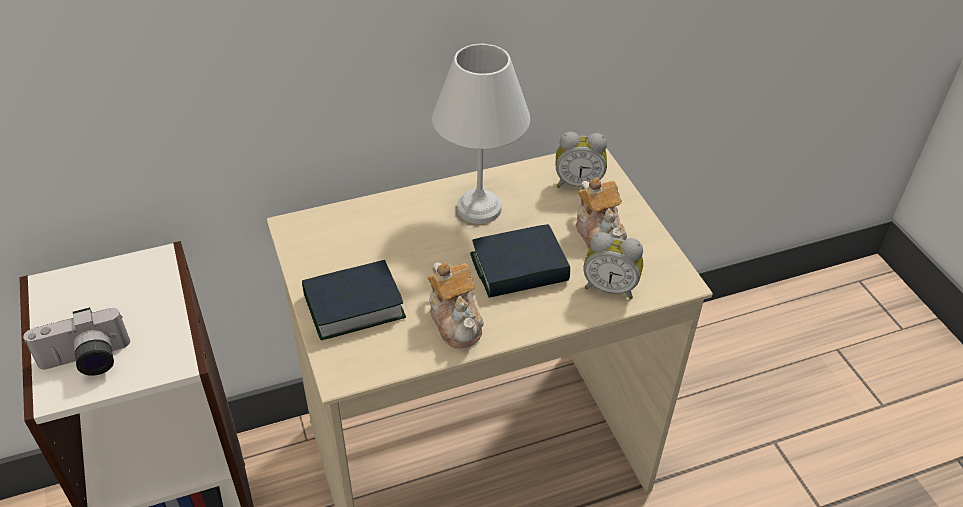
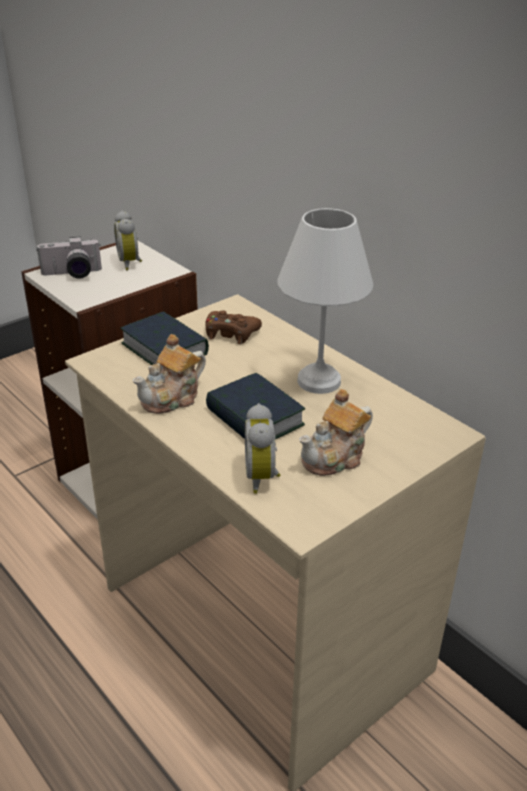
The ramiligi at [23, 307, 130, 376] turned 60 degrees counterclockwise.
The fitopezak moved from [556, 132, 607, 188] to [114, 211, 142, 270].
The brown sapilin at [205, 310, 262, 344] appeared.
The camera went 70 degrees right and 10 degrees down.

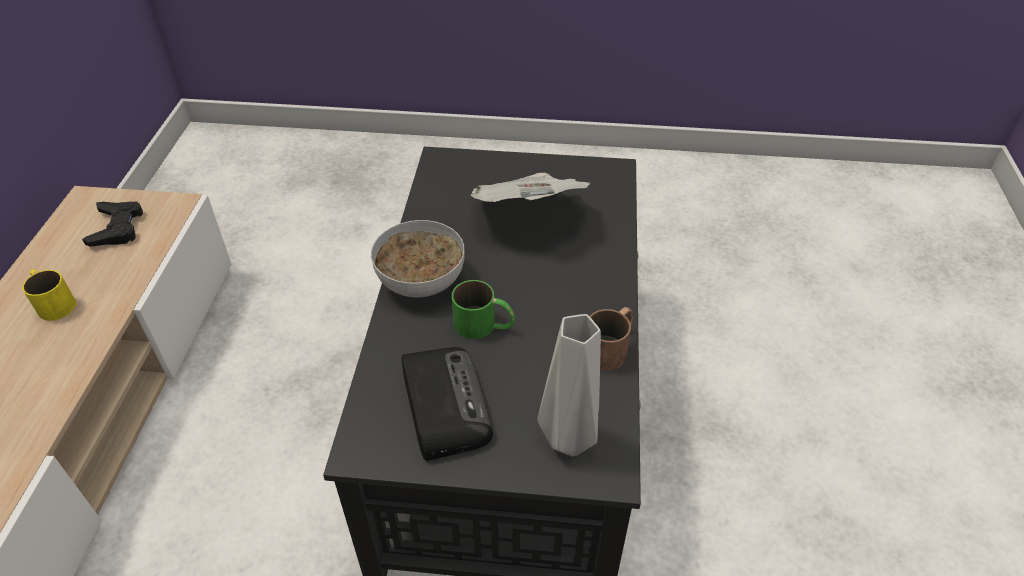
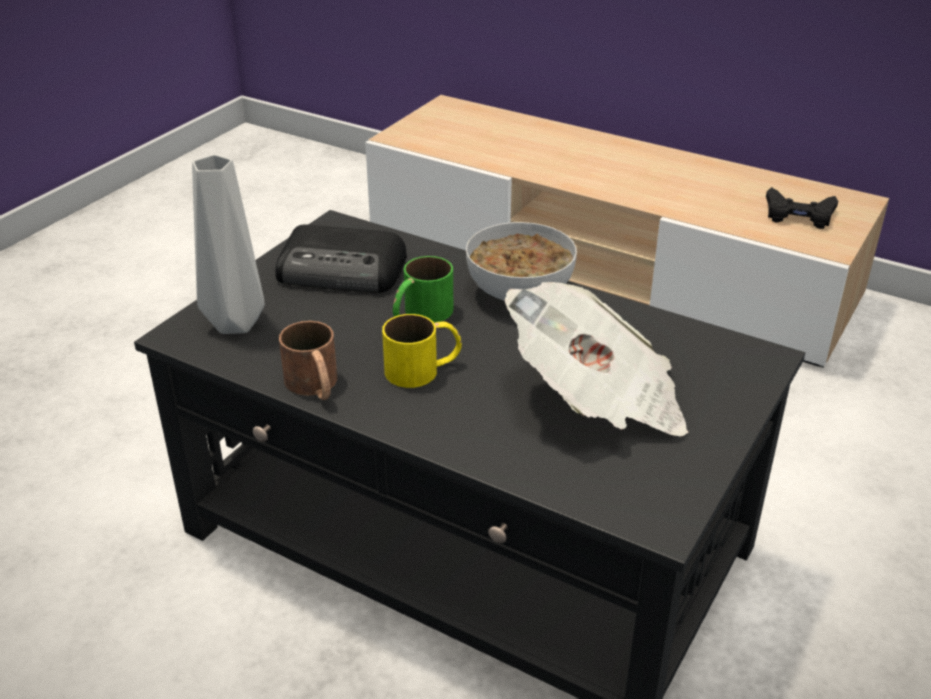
The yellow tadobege moved from [22, 269, 76, 321] to [382, 314, 462, 388].
The camera went 115 degrees right and 10 degrees down.

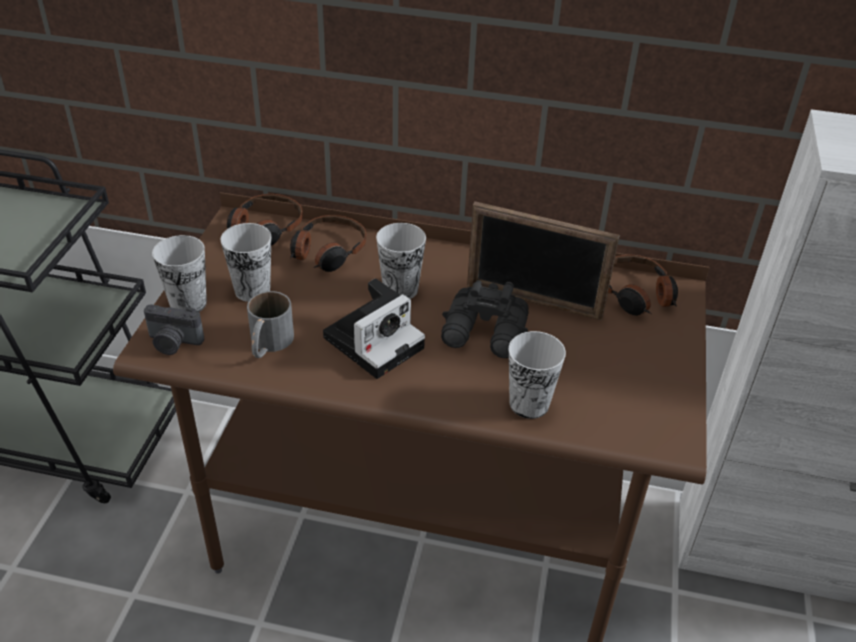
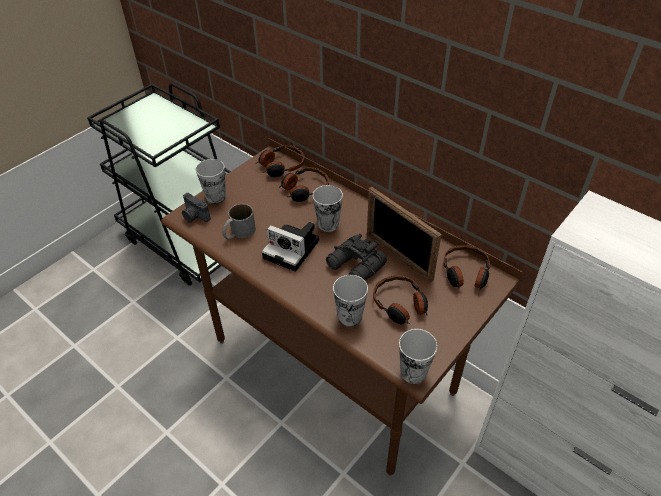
The ramiligi at [323, 278, 425, 379] turned 45 degrees clockwise.
The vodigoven at [373, 275, 428, 325] appeared.
The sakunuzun moved from [221, 223, 271, 302] to [399, 329, 437, 384].
The camera went 30 degrees right and 5 degrees up.

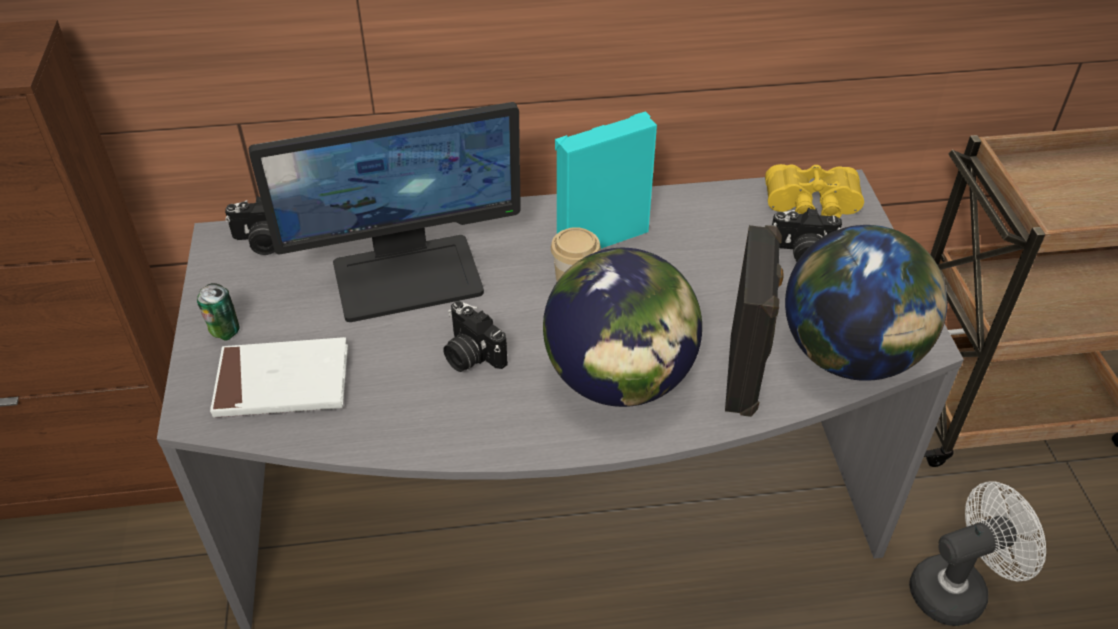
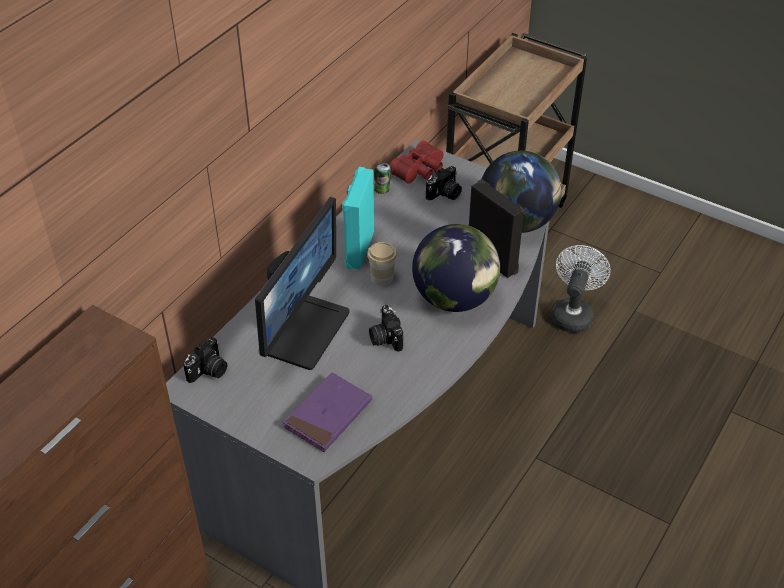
The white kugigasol at [210, 337, 348, 418] became the purple kugigasol at [283, 372, 372, 452].
The ramiligi at [444, 301, 508, 372] turned 75 degrees clockwise.
The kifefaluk moved from [197, 283, 240, 341] to [374, 163, 391, 194].
The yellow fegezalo at [765, 164, 864, 218] became the red fegezalo at [390, 141, 444, 184].
The camera went 50 degrees left and 0 degrees up.

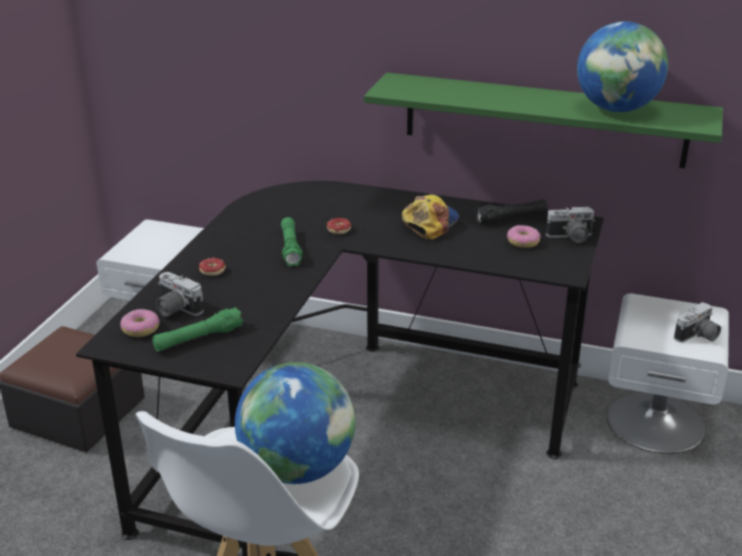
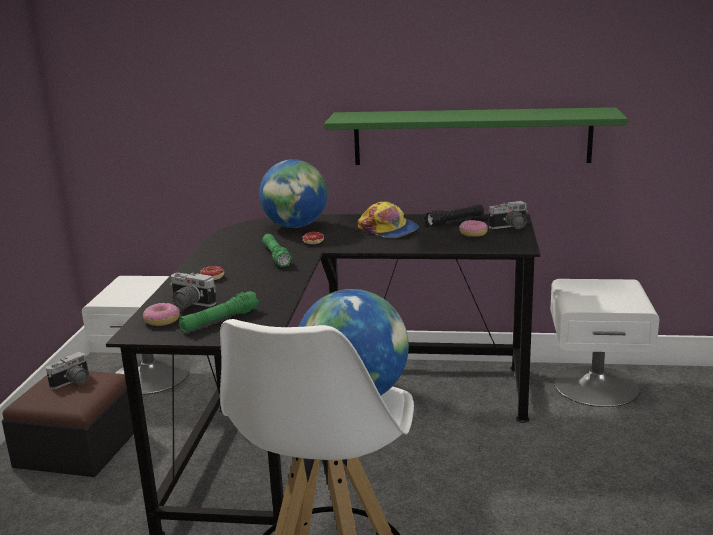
The ramiligi moved from [674, 302, 721, 343] to [46, 352, 89, 389].
The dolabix moved from [577, 21, 668, 112] to [259, 159, 327, 228].
The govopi at [402, 195, 460, 239] turned 120 degrees clockwise.
The camera went 10 degrees left and 10 degrees down.

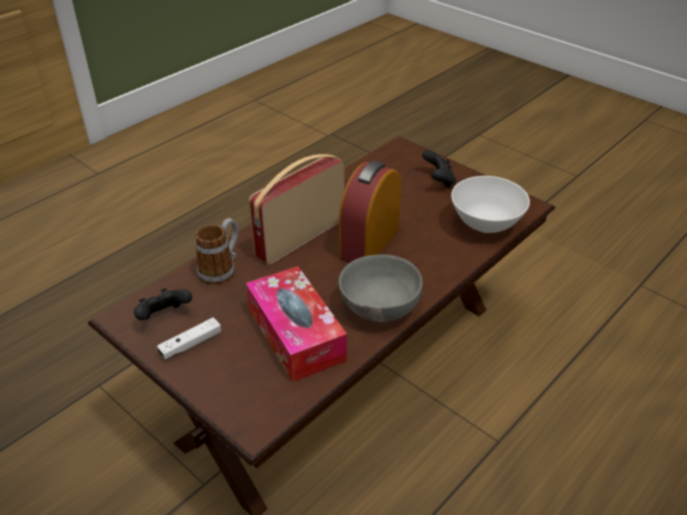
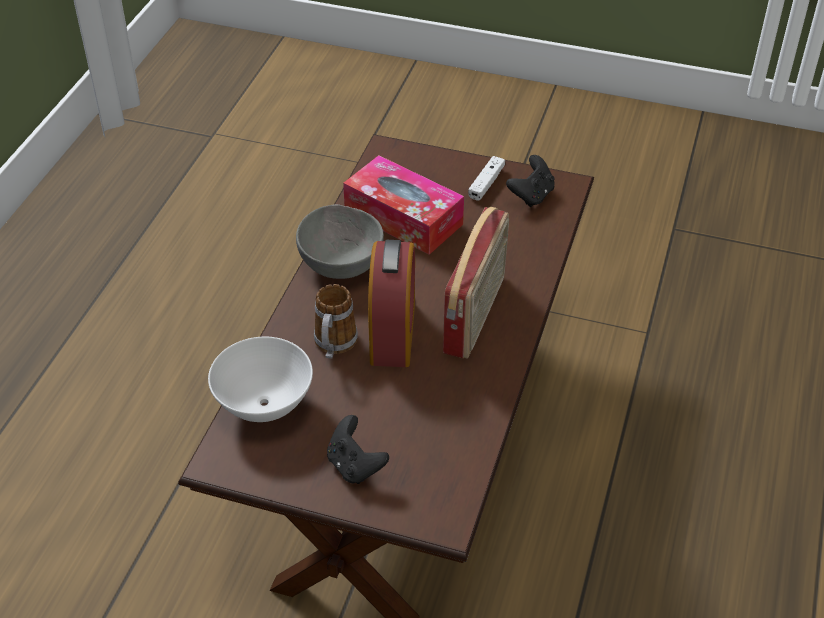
The tadobege moved from [195, 218, 238, 285] to [314, 284, 358, 359].
The camera went 155 degrees right and 5 degrees up.

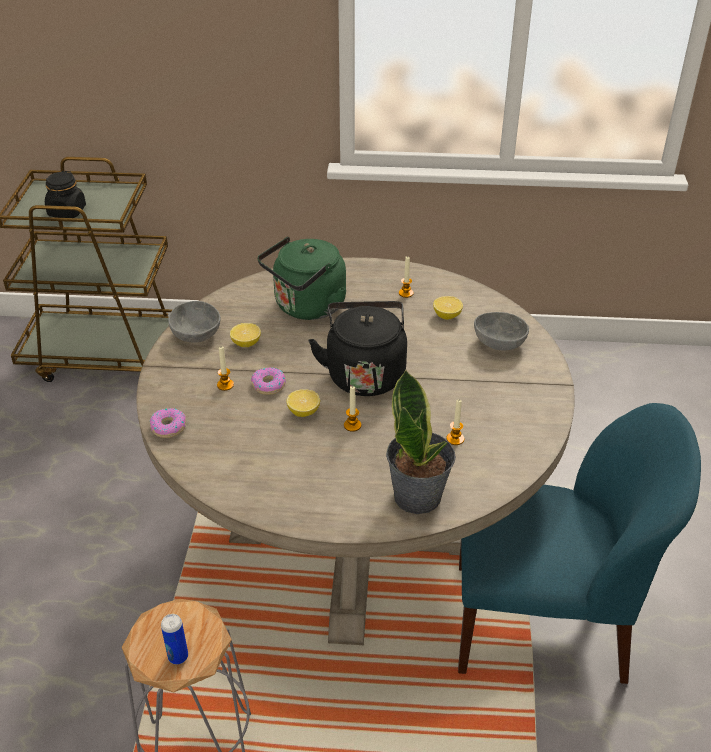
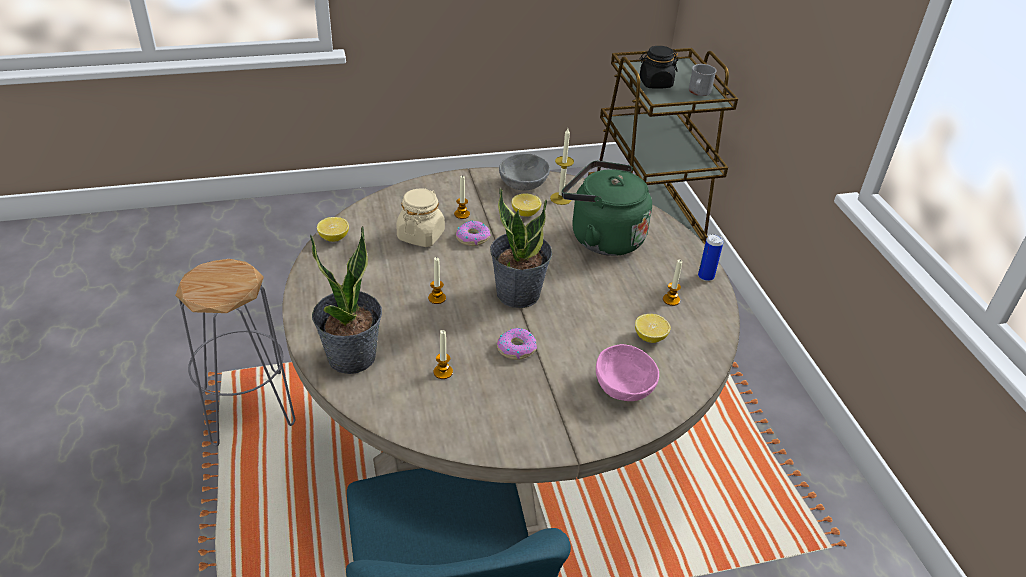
The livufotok moved from [287, 389, 320, 417] to [317, 217, 349, 242].
The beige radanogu at [396, 188, 445, 247] appeared.
The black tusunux at [309, 301, 407, 396] was replaced by the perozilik at [490, 188, 552, 308].
The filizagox moved from [150, 408, 186, 438] to [497, 328, 537, 360].
The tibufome at [550, 128, 574, 205] appeared.
The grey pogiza at [474, 312, 529, 350] became the pink pogiza at [596, 344, 659, 401].
The grey tadobege at [689, 64, 717, 96] appeared.
The kifefaluk moved from [161, 614, 188, 664] to [698, 234, 723, 281].
The camera went 70 degrees right and 0 degrees up.

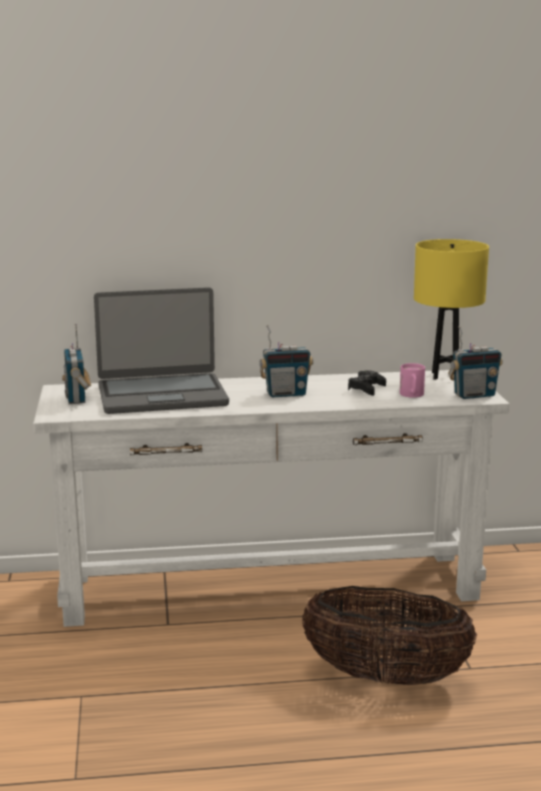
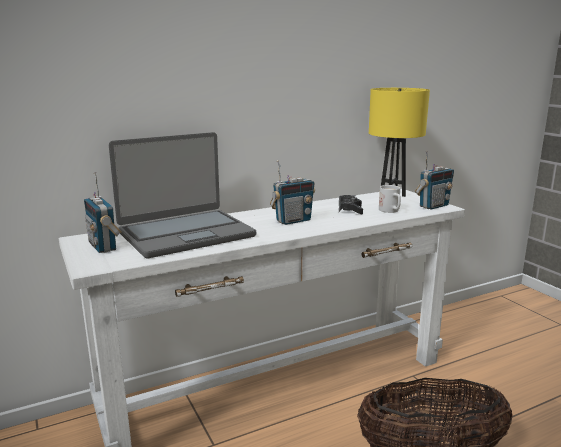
The pink tadobege at [400, 363, 425, 398] became the white tadobege at [379, 185, 401, 213].
The camera went 20 degrees left and 0 degrees up.

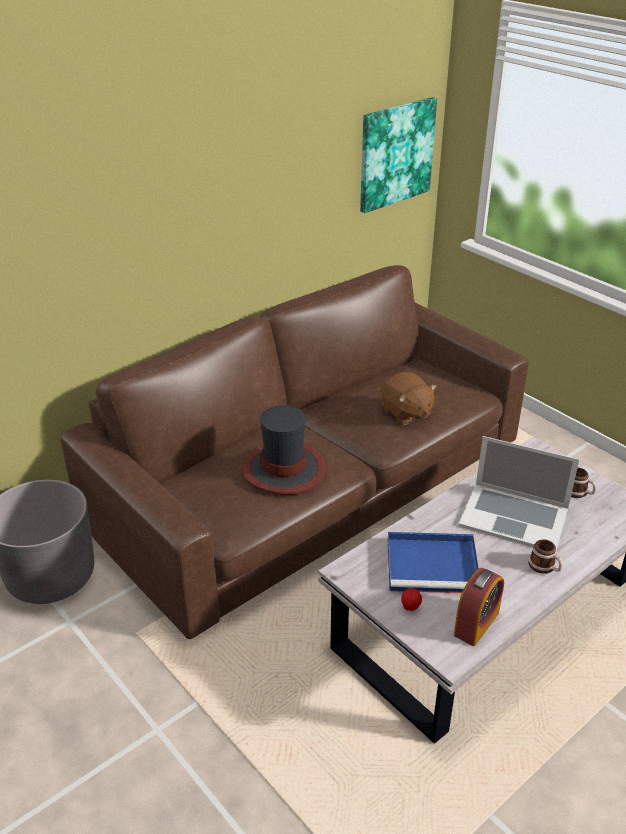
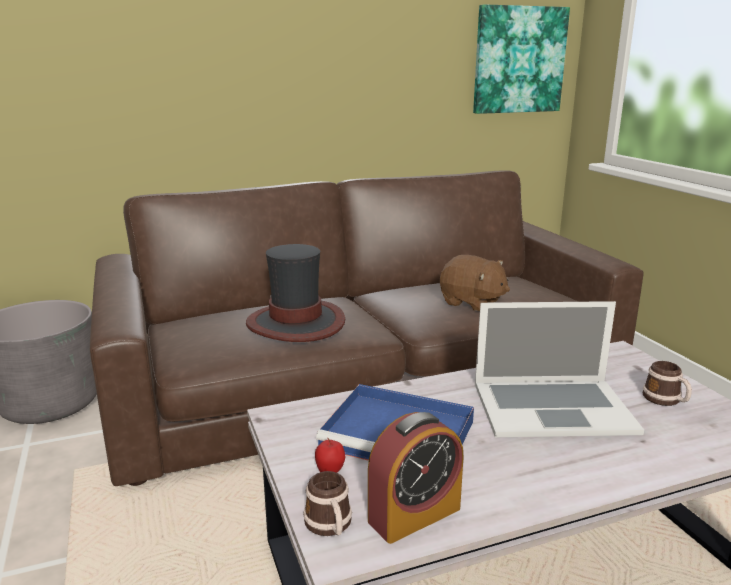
The tadobege moved from [528, 539, 563, 574] to [303, 471, 352, 536].
The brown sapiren at [381, 372, 437, 425] turned 45 degrees counterclockwise.
The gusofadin at [458, 436, 579, 549] turned 45 degrees counterclockwise.
The camera went 20 degrees right and 15 degrees down.

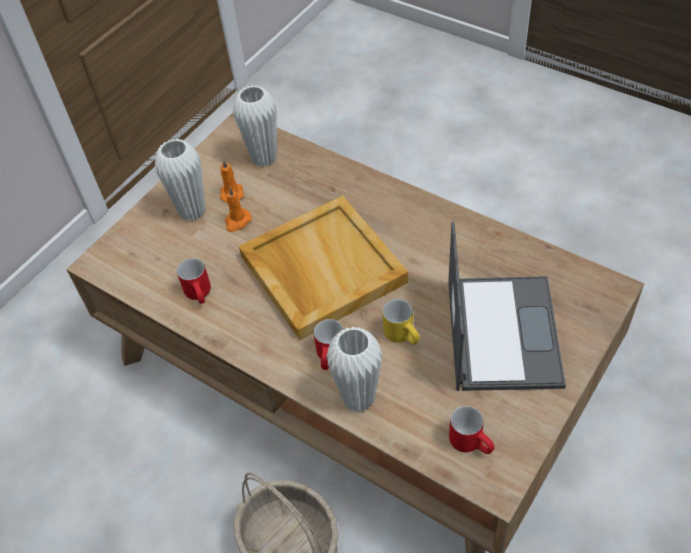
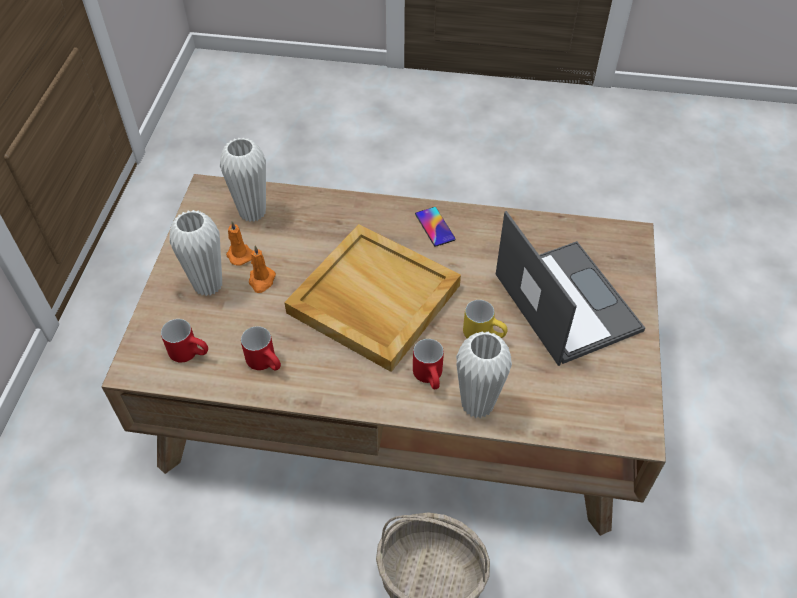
The red tadobege moved from [449, 406, 494, 454] to [161, 319, 208, 362].
The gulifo at [415, 207, 456, 247] appeared.
The camera went 30 degrees left and 0 degrees up.

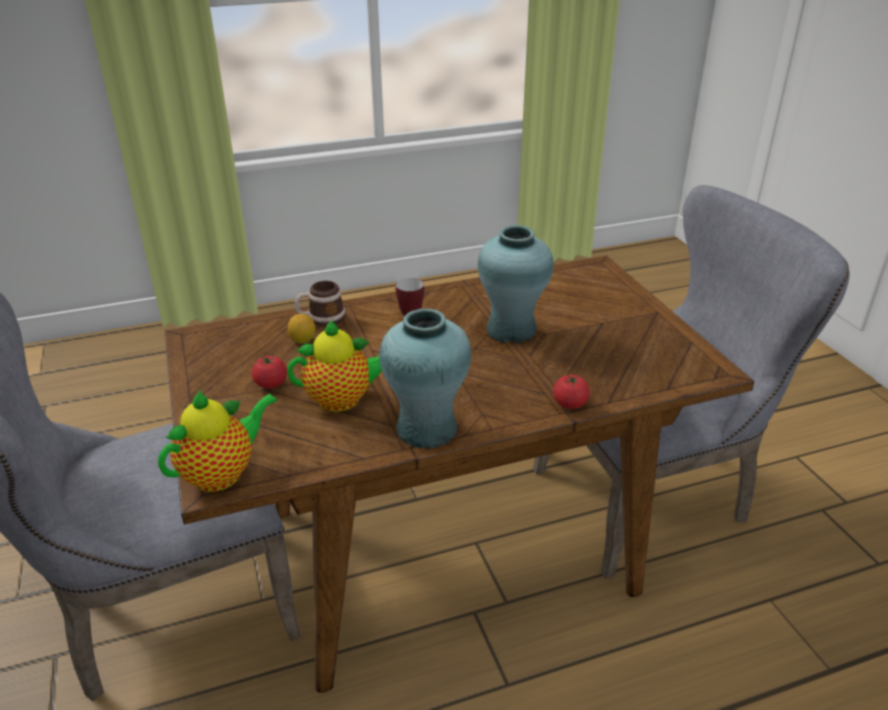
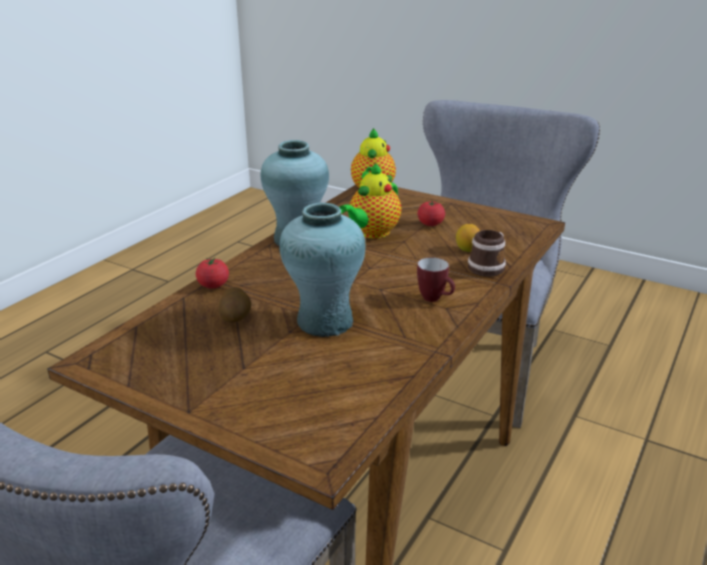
The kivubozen at [219, 287, 251, 323] appeared.
The camera went 140 degrees right and 5 degrees down.

